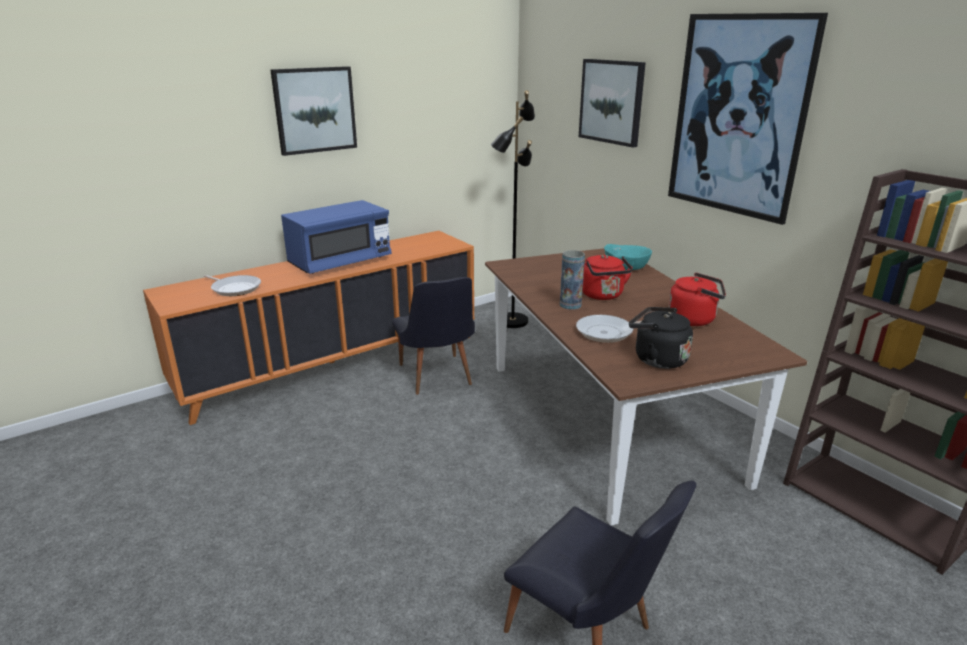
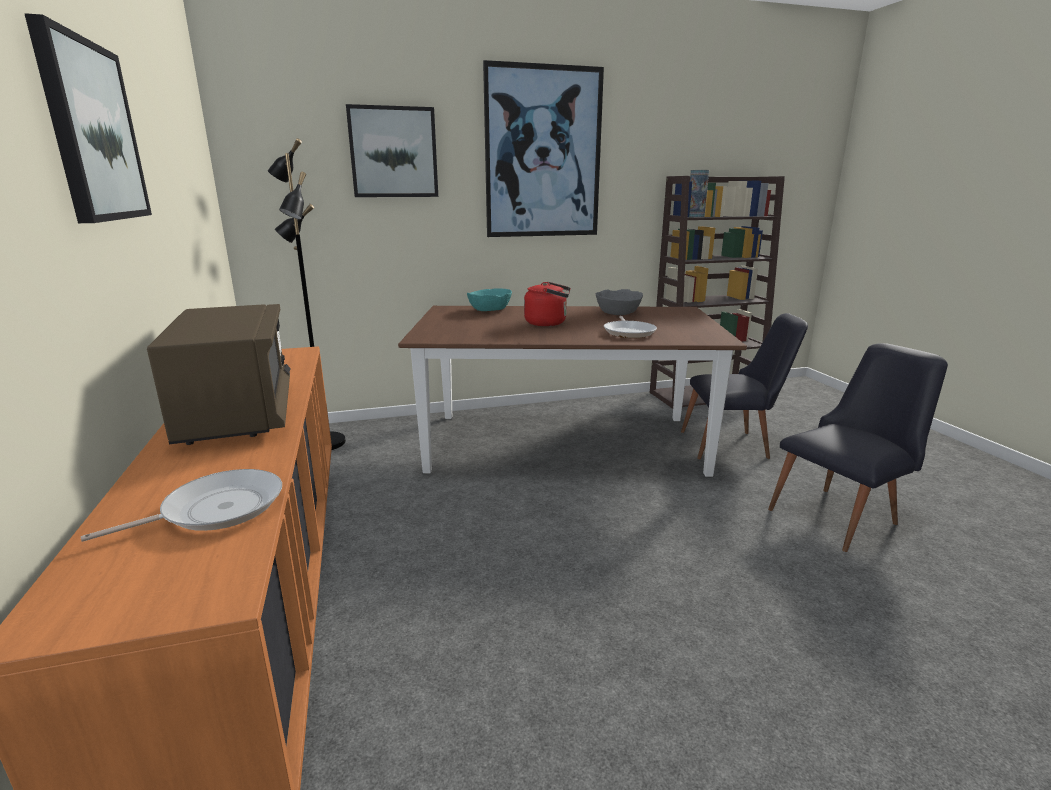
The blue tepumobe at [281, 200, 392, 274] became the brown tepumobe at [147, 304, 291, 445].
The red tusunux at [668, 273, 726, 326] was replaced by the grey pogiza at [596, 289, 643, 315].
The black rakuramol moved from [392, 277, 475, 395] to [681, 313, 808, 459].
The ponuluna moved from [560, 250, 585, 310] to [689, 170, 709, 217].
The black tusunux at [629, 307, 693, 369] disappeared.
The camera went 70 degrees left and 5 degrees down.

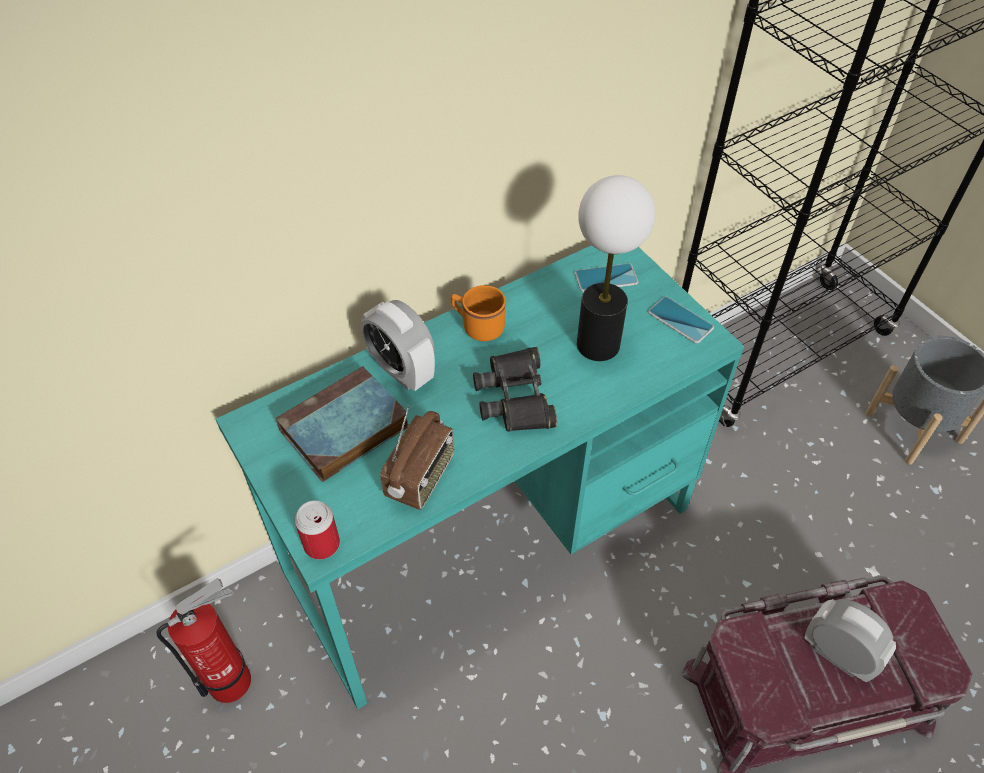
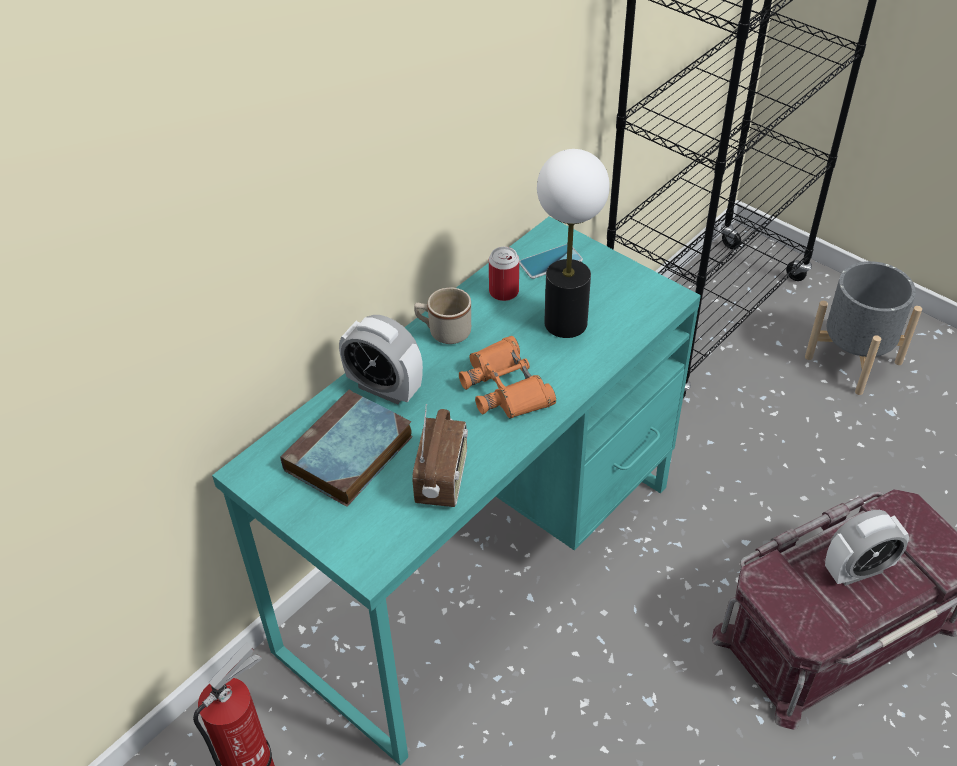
The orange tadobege at [451, 285, 506, 341] became the beige tadobege at [414, 288, 471, 344].
The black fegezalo at [473, 347, 557, 432] became the orange fegezalo at [459, 336, 556, 419].
The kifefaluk moved from [295, 500, 340, 559] to [489, 247, 519, 301].
The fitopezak at [804, 599, 896, 682] turned 135 degrees clockwise.
The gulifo at [648, 296, 714, 343] disappeared.
The camera went 15 degrees left and 5 degrees down.

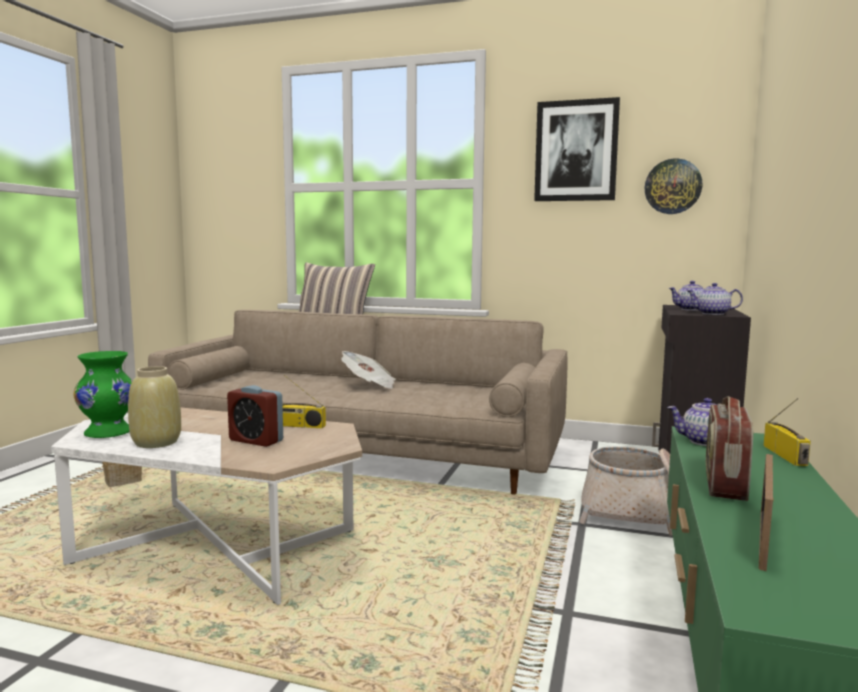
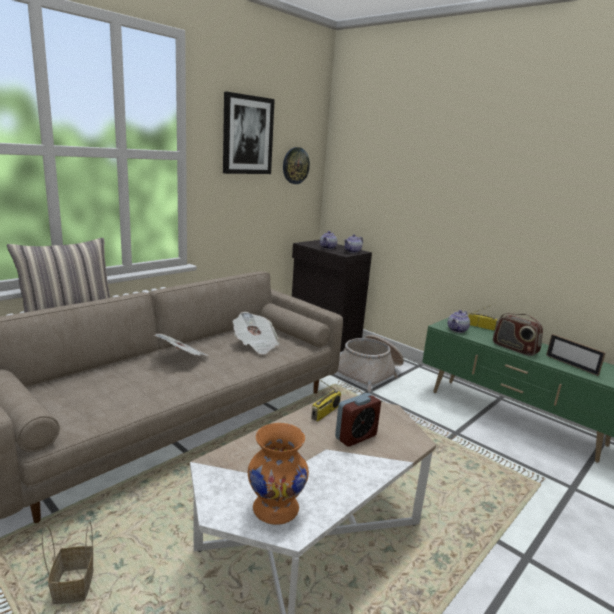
The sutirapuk at [233, 312, 280, 355] appeared.
The green ponuluna at [73, 351, 132, 438] became the orange ponuluna at [248, 423, 309, 525].
The beige ponuluna at [128, 366, 181, 448] disappeared.
The camera went 65 degrees left and 10 degrees up.

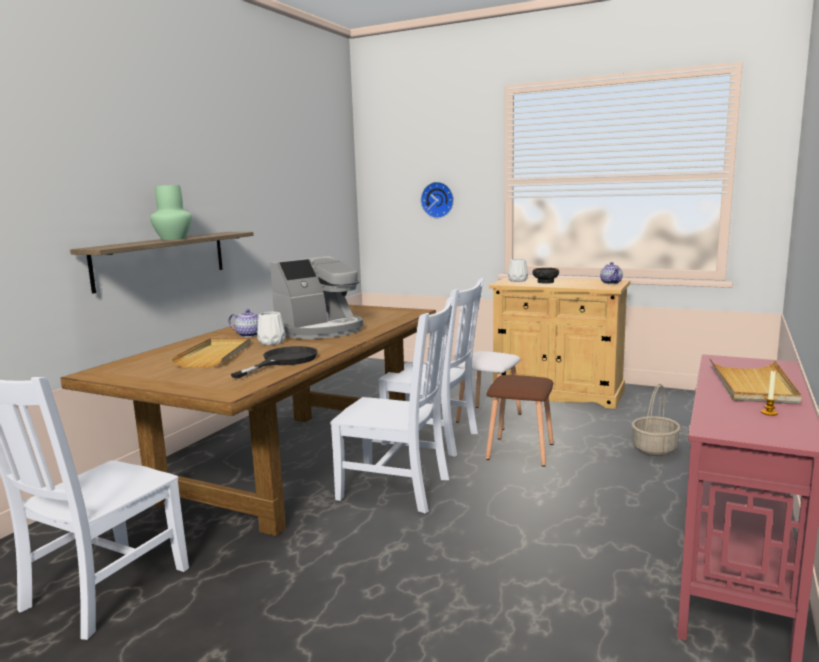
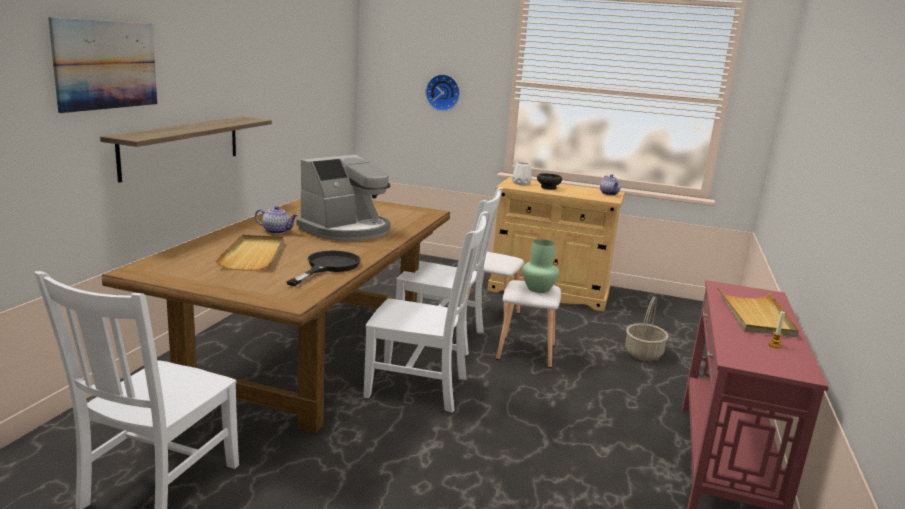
The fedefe at [48, 17, 157, 113] appeared.
The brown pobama at [486, 375, 554, 467] became the white pobama at [496, 280, 561, 368].
The green ponuluna moved from [150, 185, 192, 240] to [522, 239, 559, 293].
The white ponuluna at [257, 312, 286, 345] disappeared.
The camera went 10 degrees left and 5 degrees up.

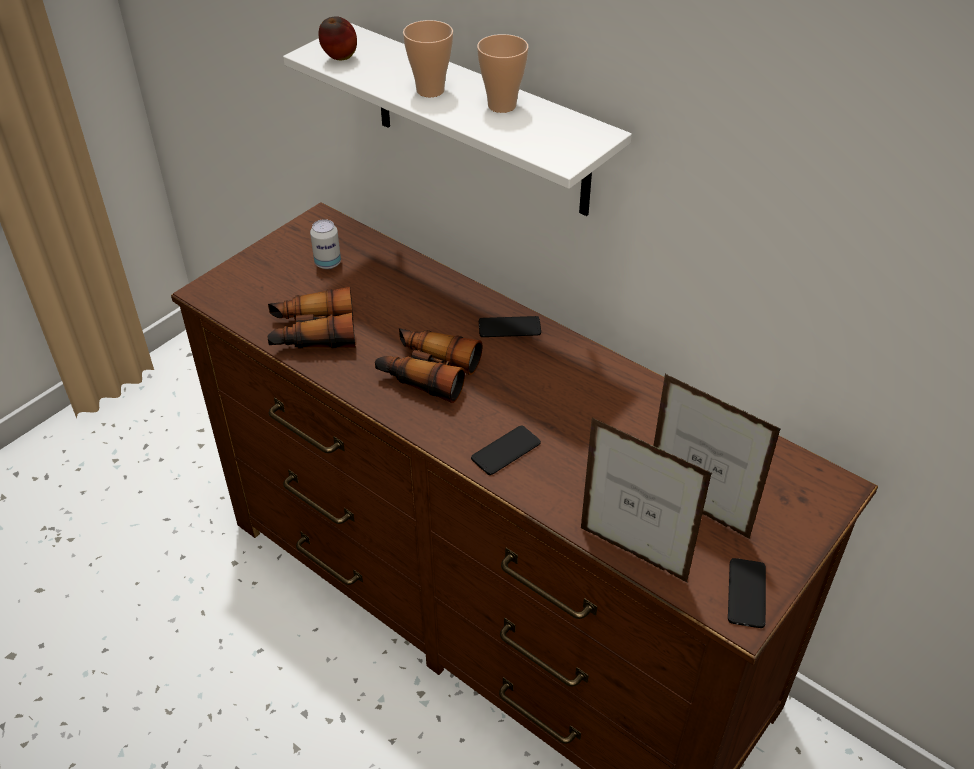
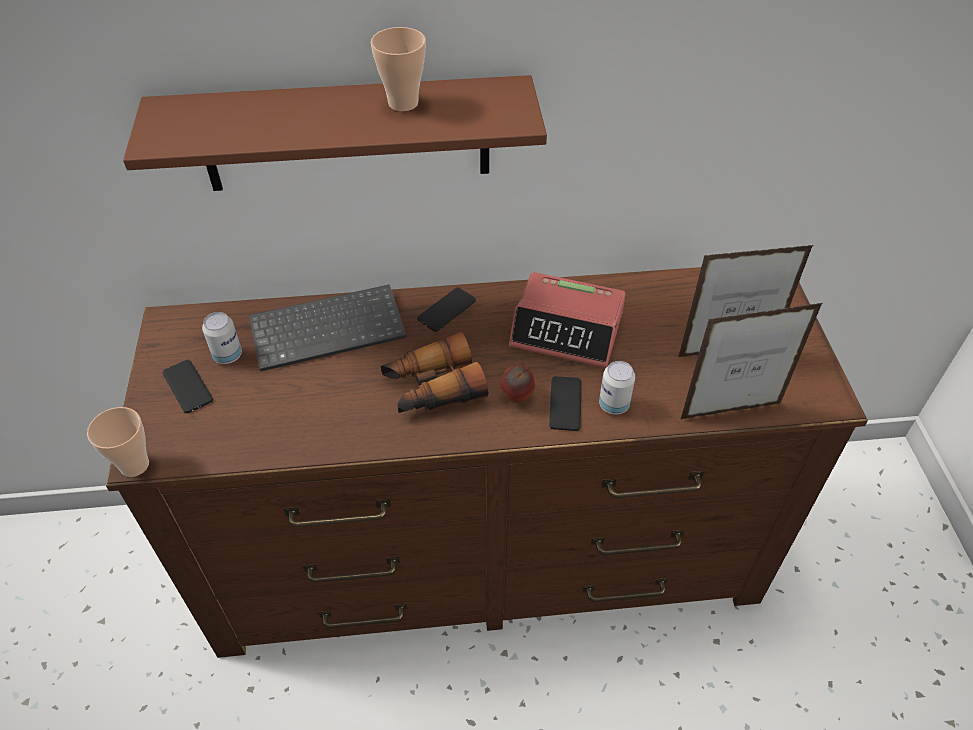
The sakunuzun moved from [403, 20, 453, 97] to [87, 407, 149, 477].
The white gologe at [283, 23, 632, 216] became the brown gologe at [123, 75, 547, 191].
The gulifo moved from [728, 558, 766, 628] to [163, 360, 213, 413].
The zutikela at [249, 284, 407, 371] appeared.
The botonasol moved from [319, 16, 357, 60] to [500, 365, 535, 403].
The fitopezak at [509, 272, 625, 368] appeared.
The kifefaluk at [599, 361, 635, 415] appeared.
The fegezalo at [267, 287, 355, 349] disappeared.
The camera went 45 degrees left and 5 degrees up.

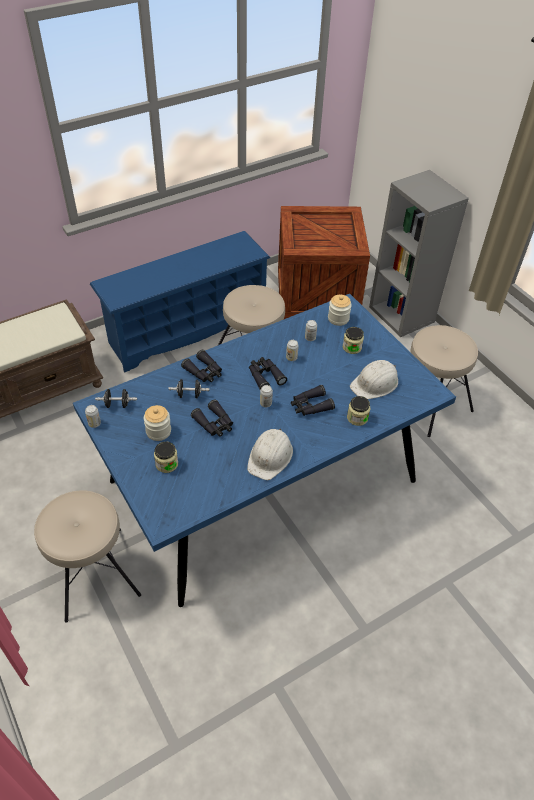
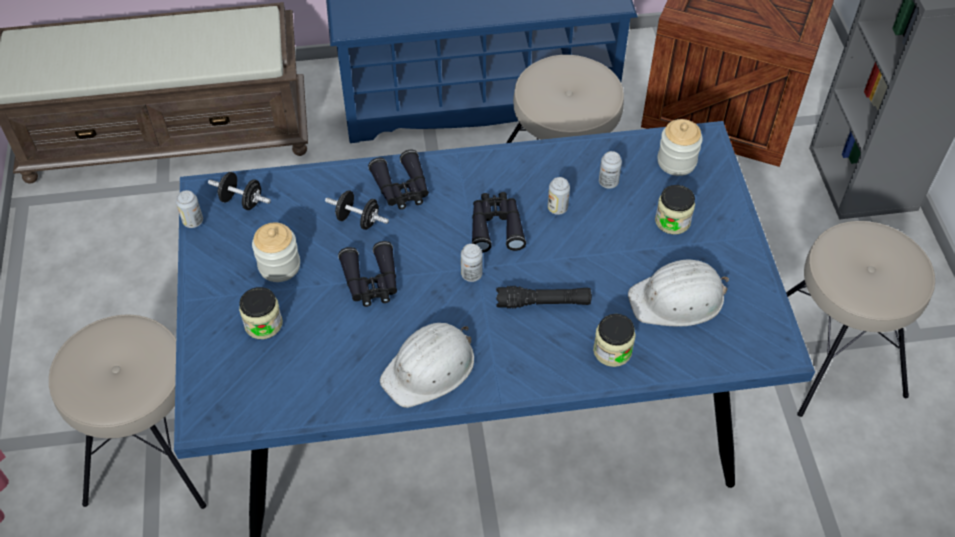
The black fegezalo at [291, 385, 335, 416] was replaced by the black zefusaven at [496, 286, 592, 309].
The camera went 25 degrees right and 5 degrees up.

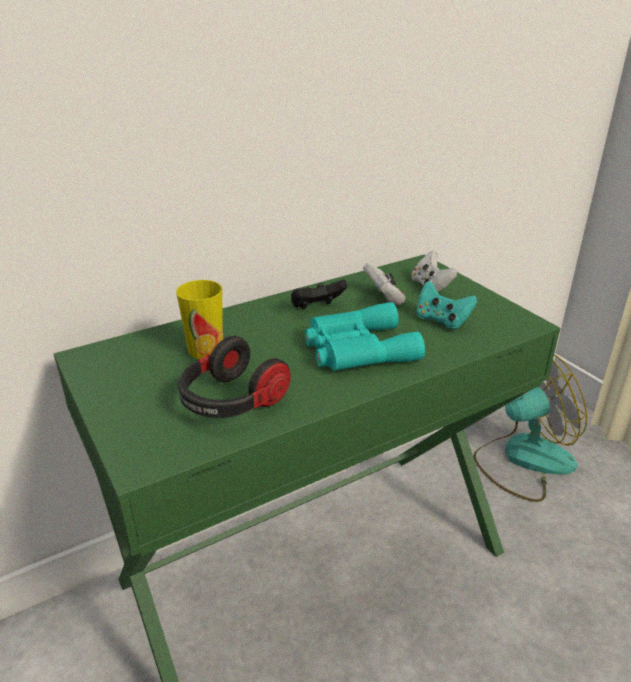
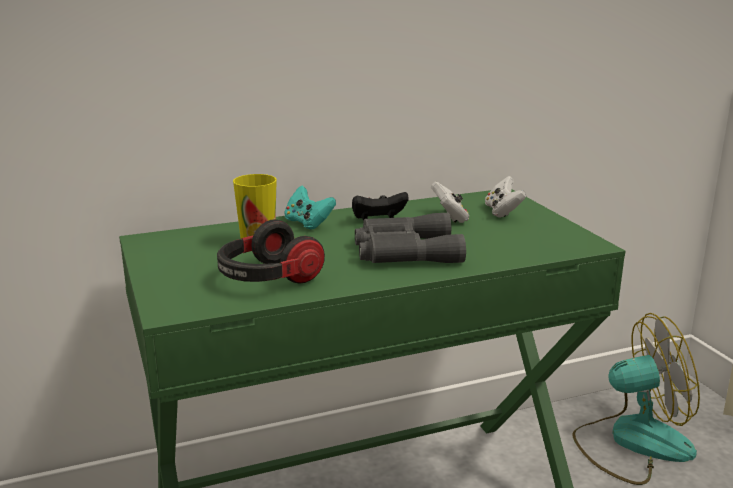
The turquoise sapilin moved from [416, 281, 477, 330] to [284, 185, 336, 229].
The turquoise fegezalo at [304, 302, 425, 371] became the grey fegezalo at [355, 213, 466, 263].
The camera went 10 degrees right and 10 degrees down.

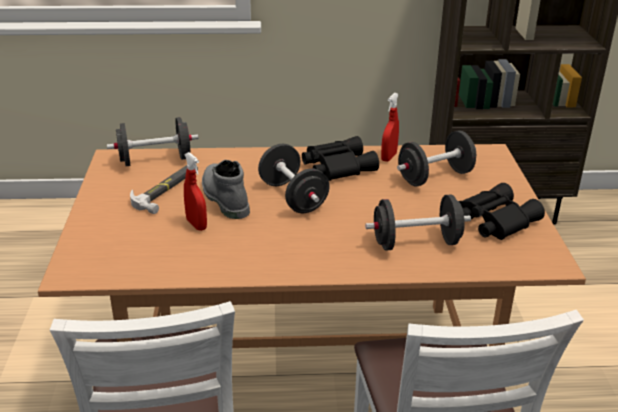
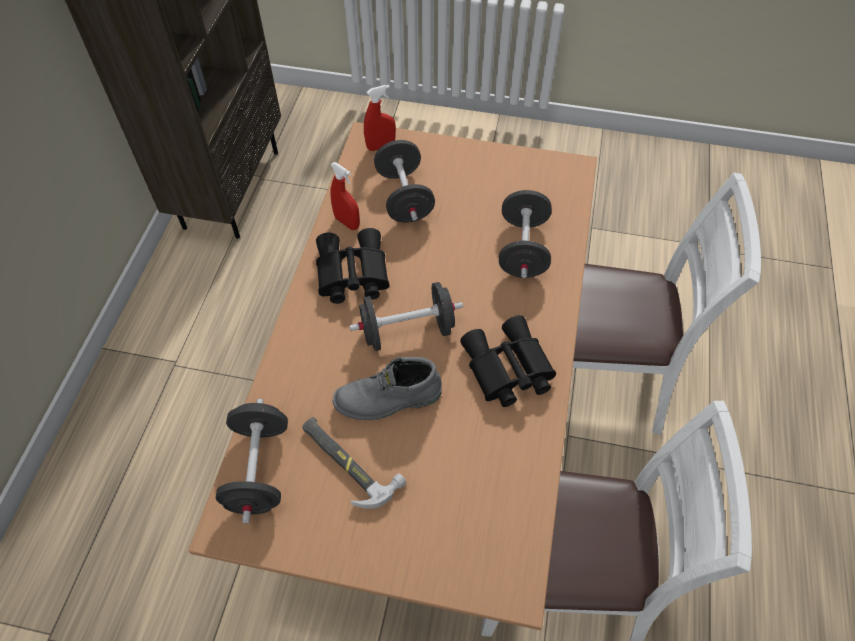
The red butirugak moved from [184, 152, 207, 231] to [364, 85, 396, 151].
The black fegezalo moved from [459, 183, 545, 240] to [460, 315, 556, 407].
The camera went 75 degrees left and 25 degrees up.

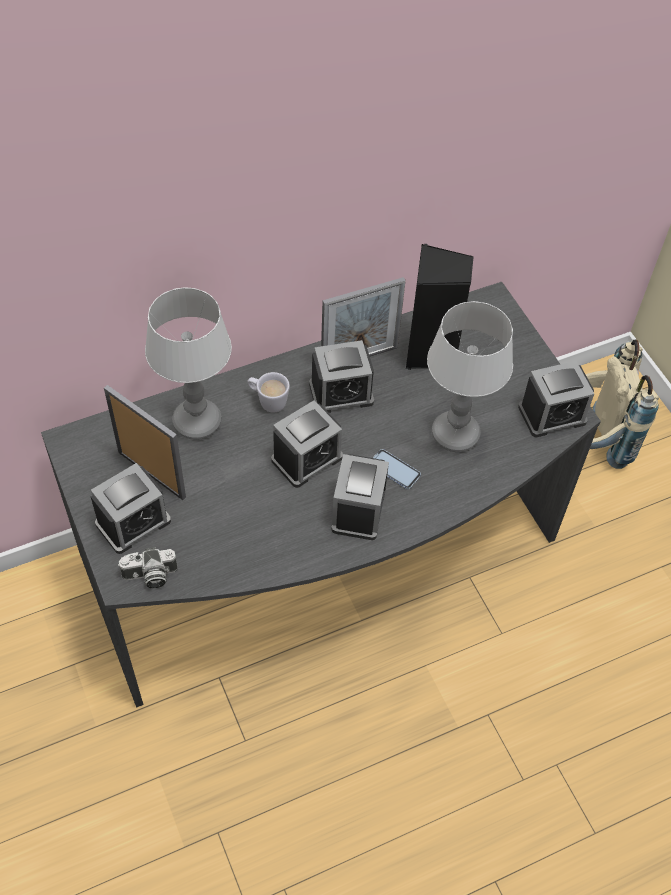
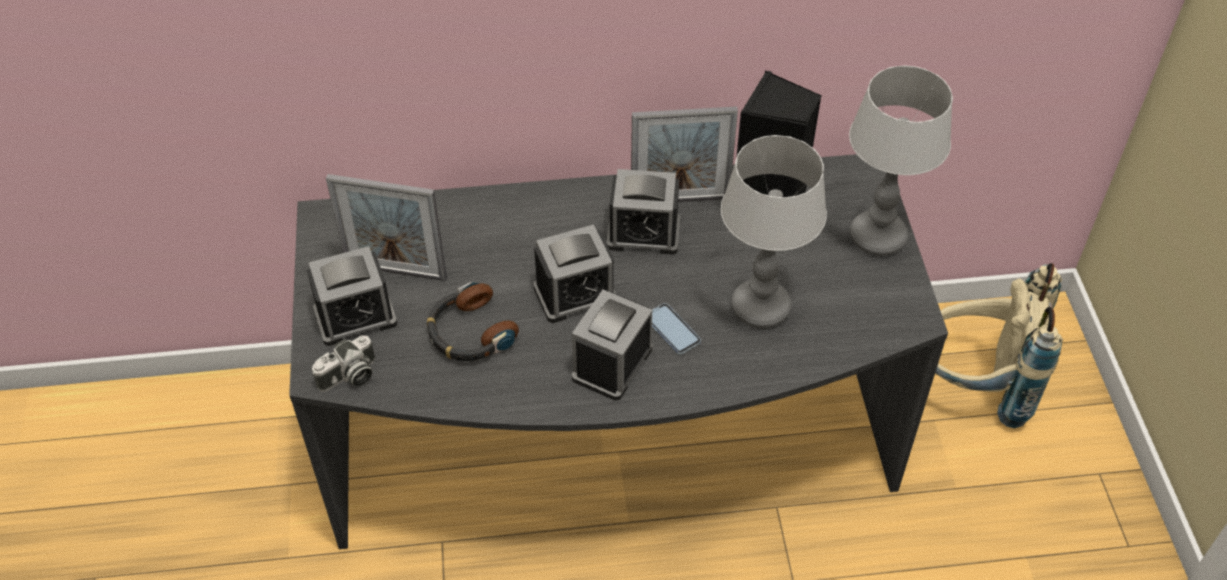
The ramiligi at [118, 547, 178, 588] turned 45 degrees counterclockwise.
The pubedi at [104, 385, 186, 500] turned 135 degrees clockwise.
The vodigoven at [427, 282, 519, 361] appeared.
The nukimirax moved from [145, 287, 232, 440] to [849, 65, 953, 256].
The white tadobege at [247, 372, 290, 412] disappeared.
The fitopezak at [518, 361, 594, 438] disappeared.
The camera went 20 degrees right and 5 degrees down.

